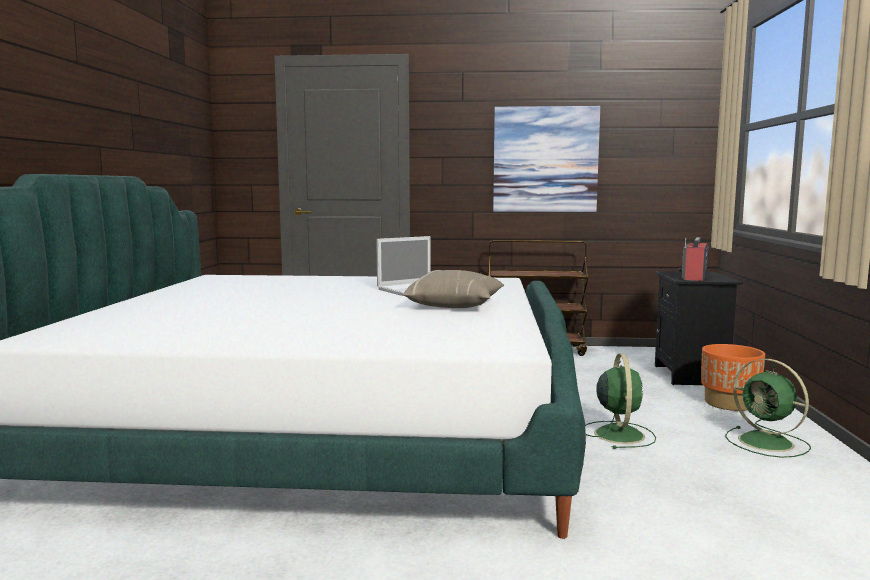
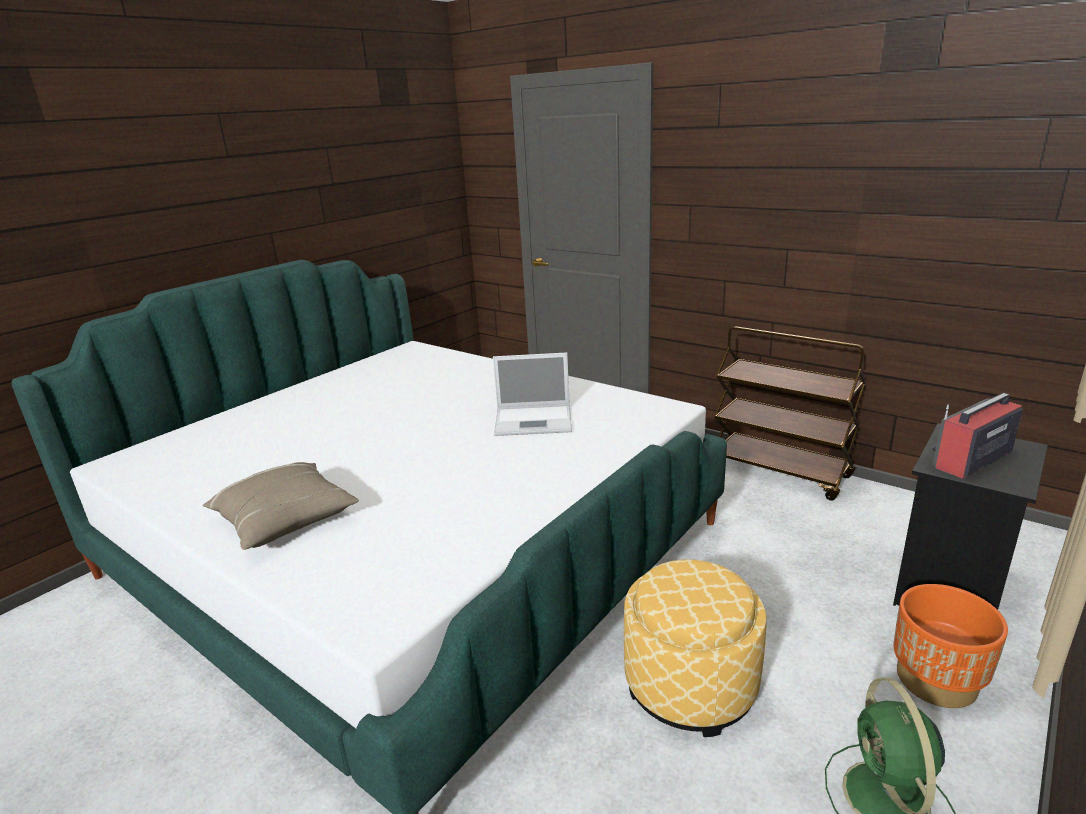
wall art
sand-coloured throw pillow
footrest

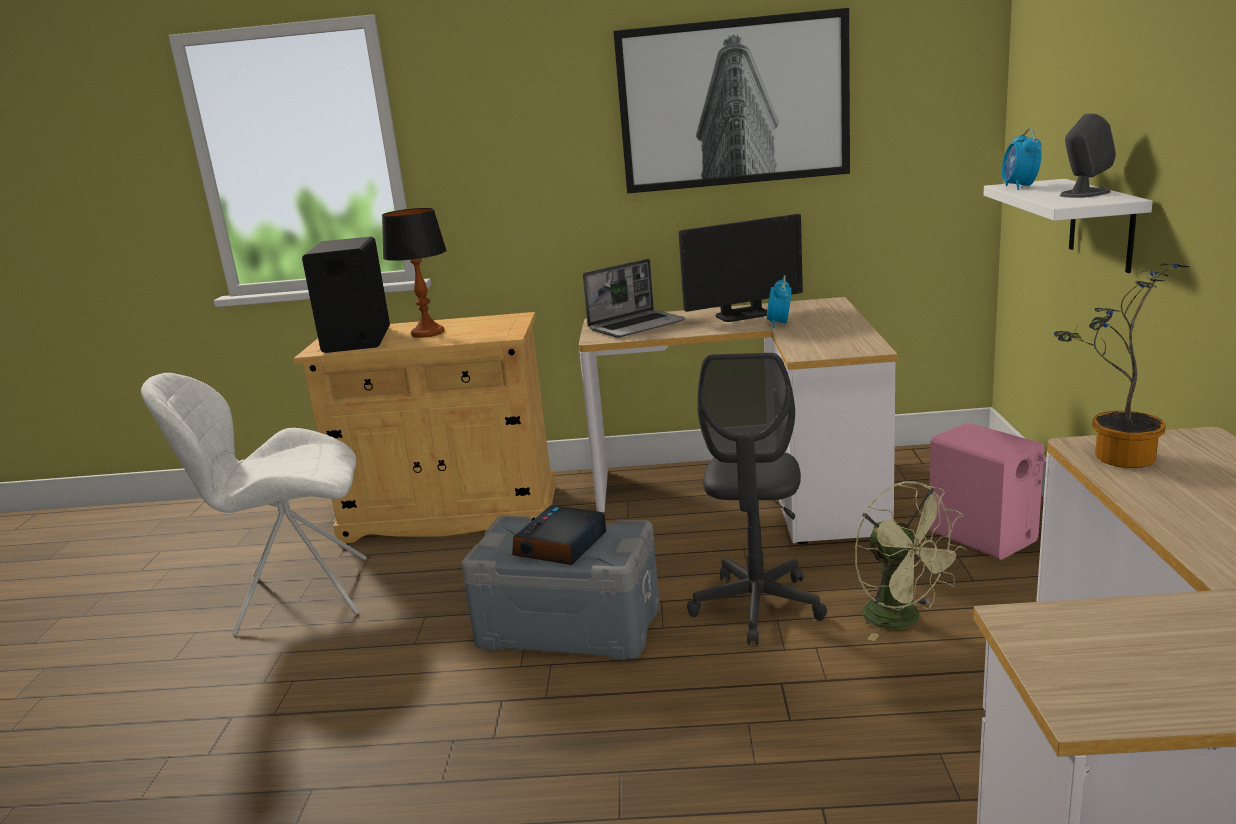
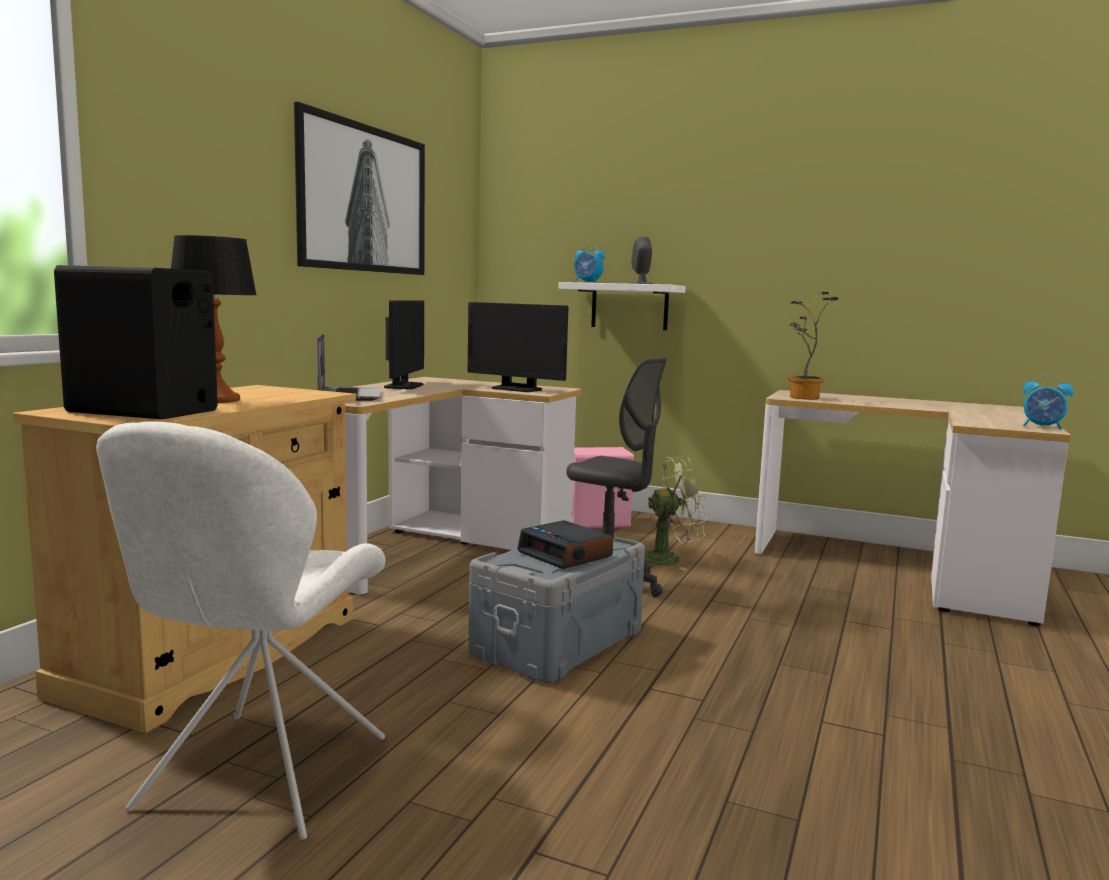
computer display (2nd from left)
table clock (3rd from left)

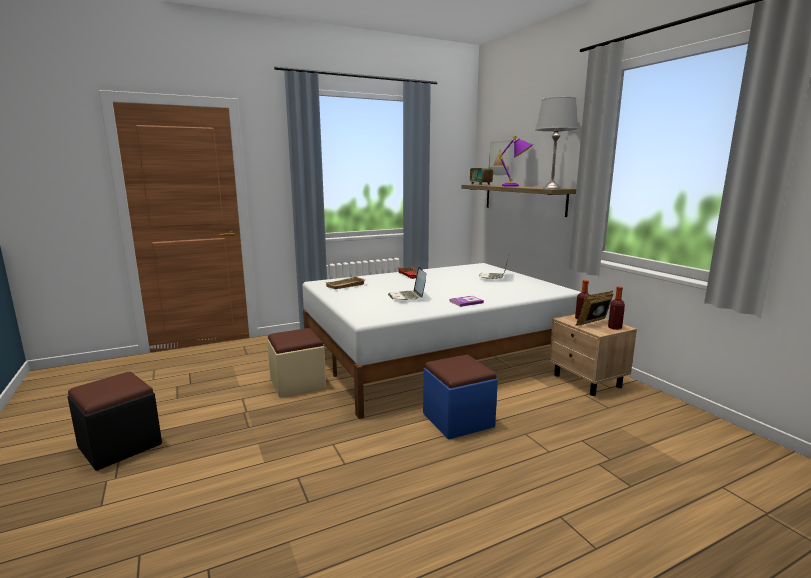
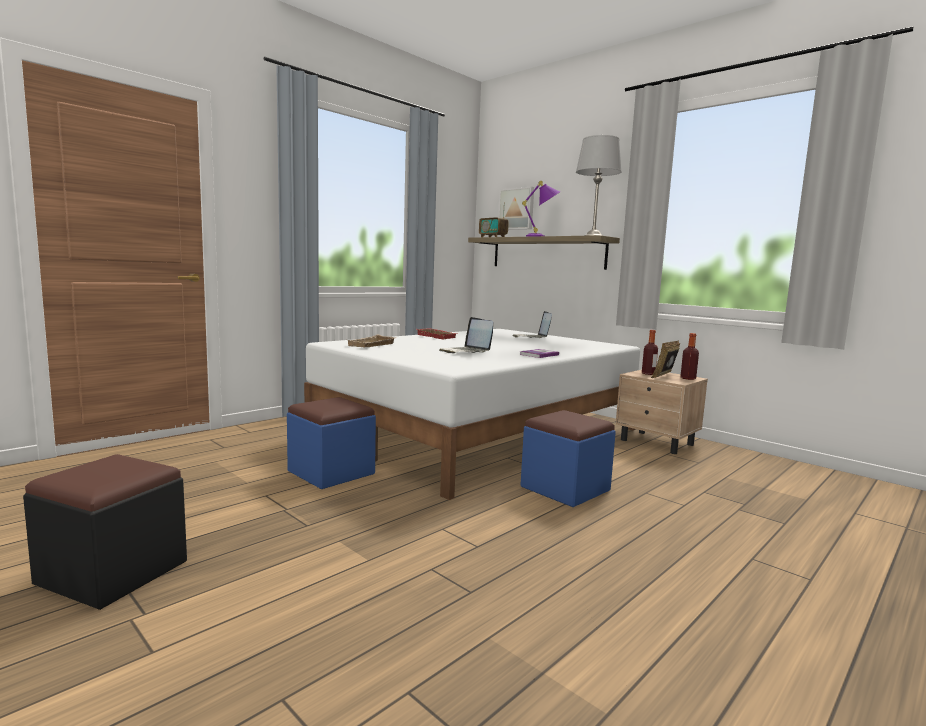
blue-coloured footrest (1st from left)

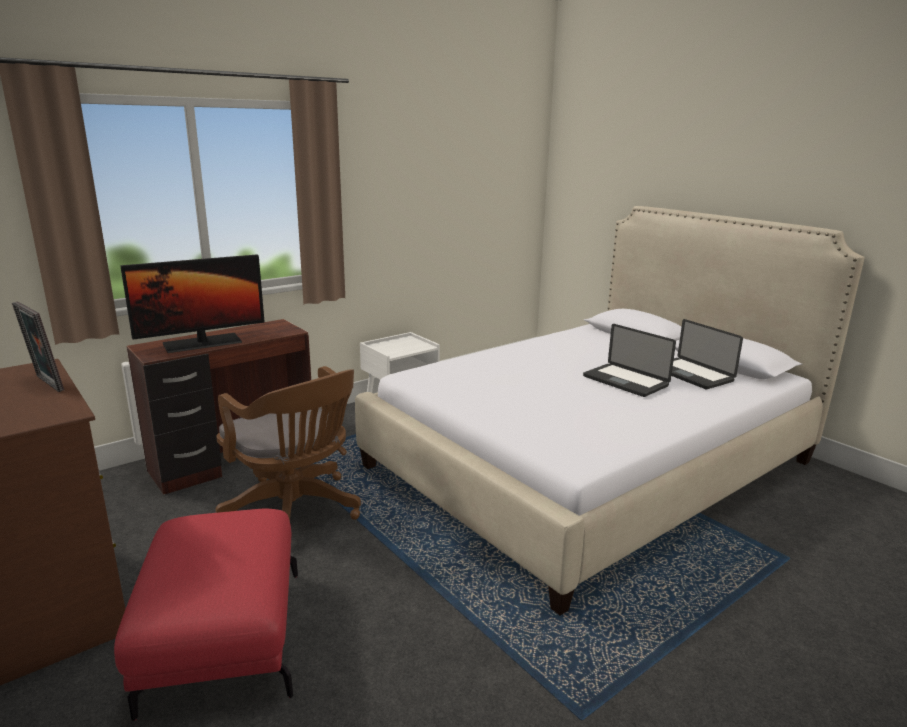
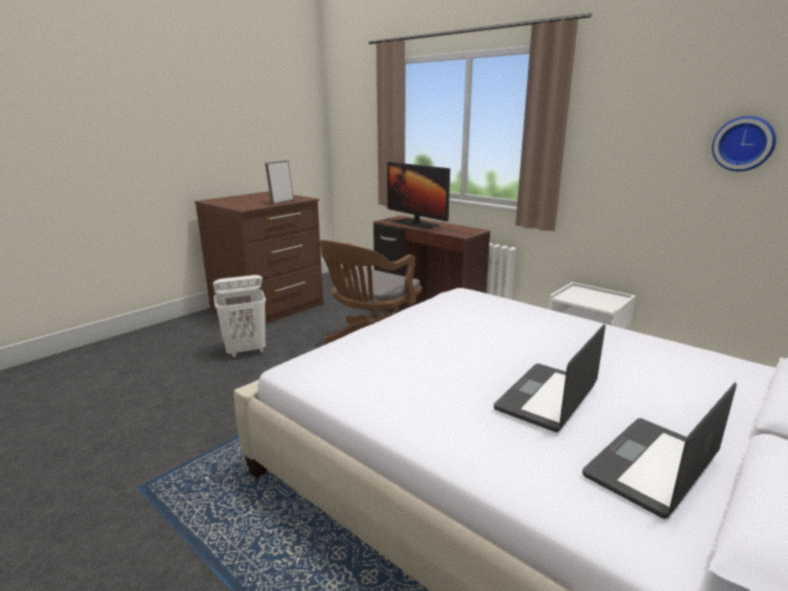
hanging clock
white laundry basket

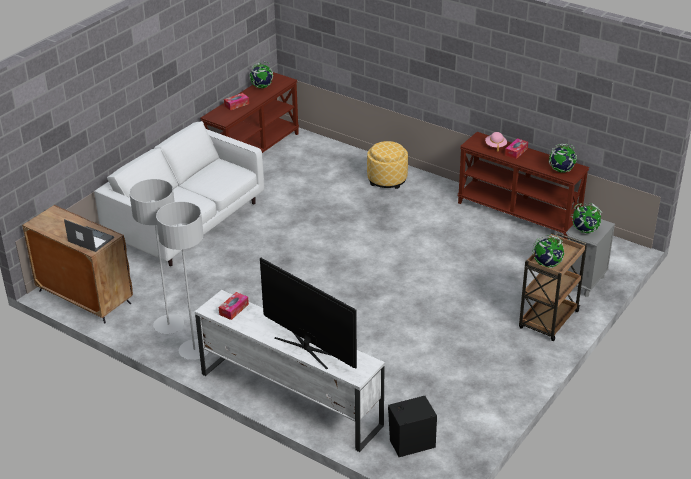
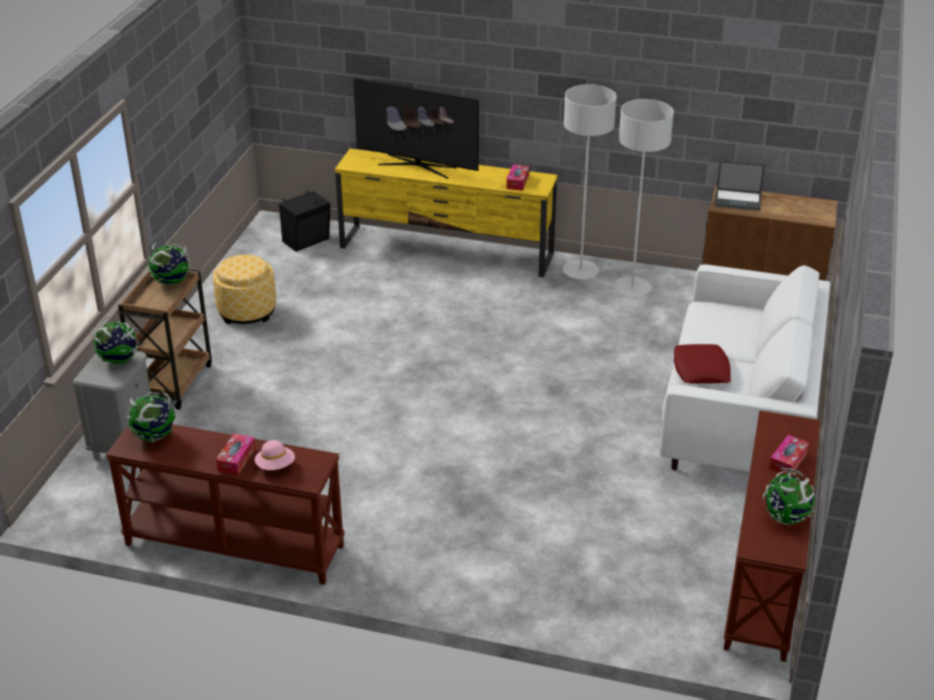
red-coloured throw pillow
footrest
yellow-coloured media console

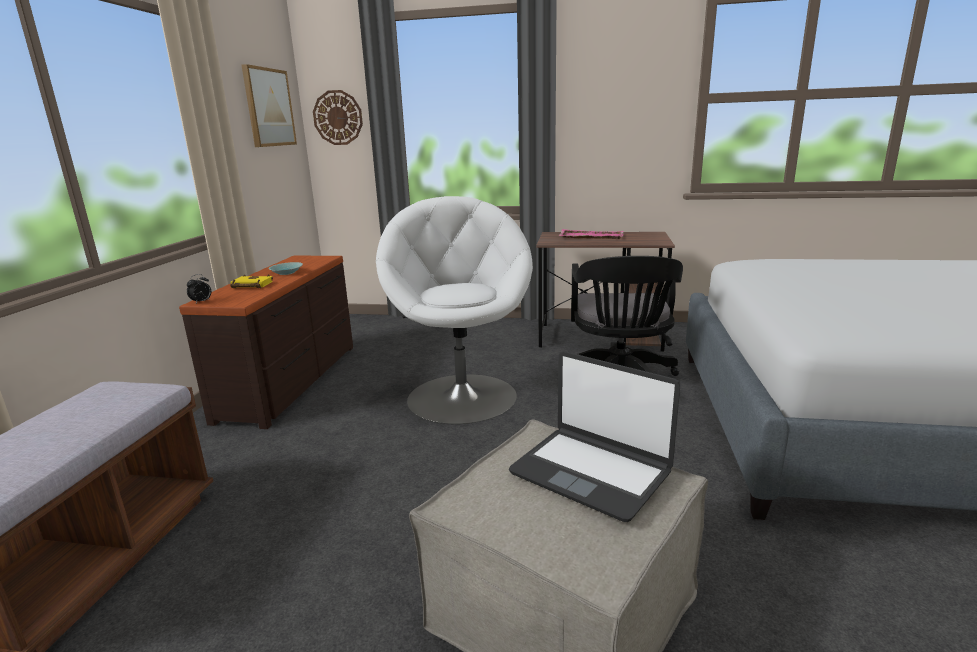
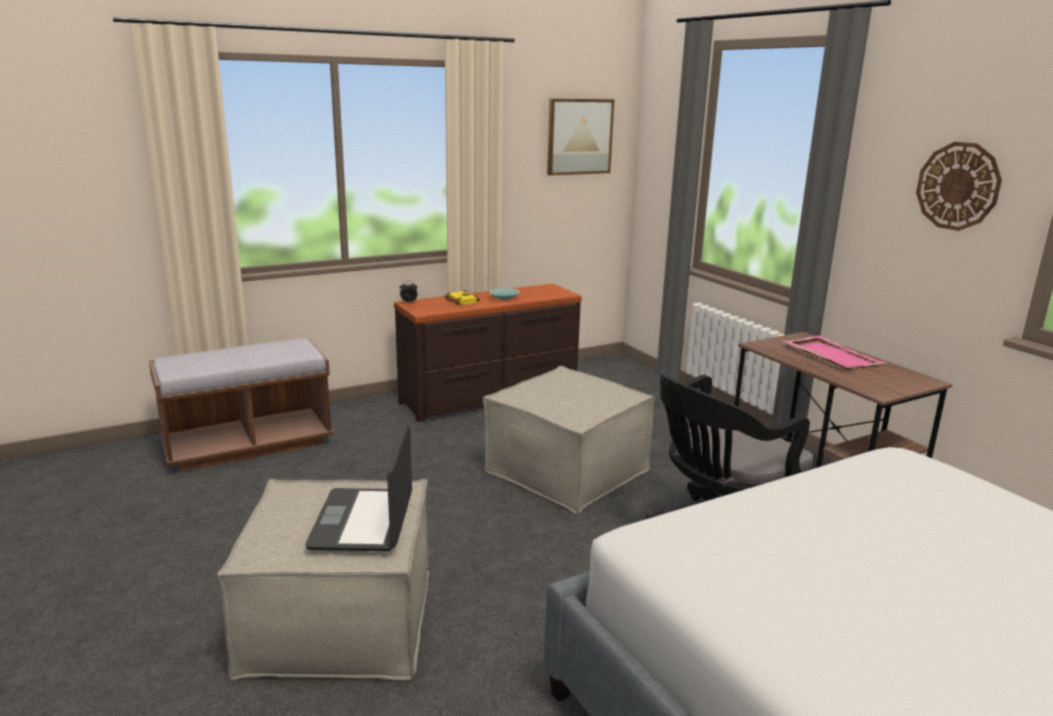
hanging clock
sand-coloured footrest (2nd from left)

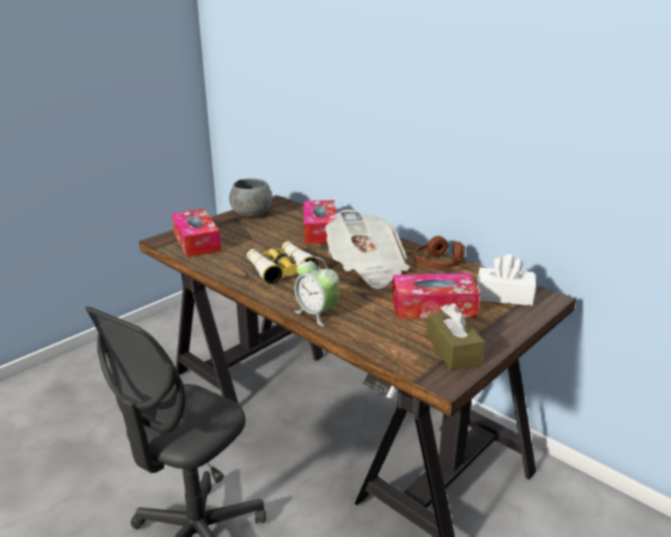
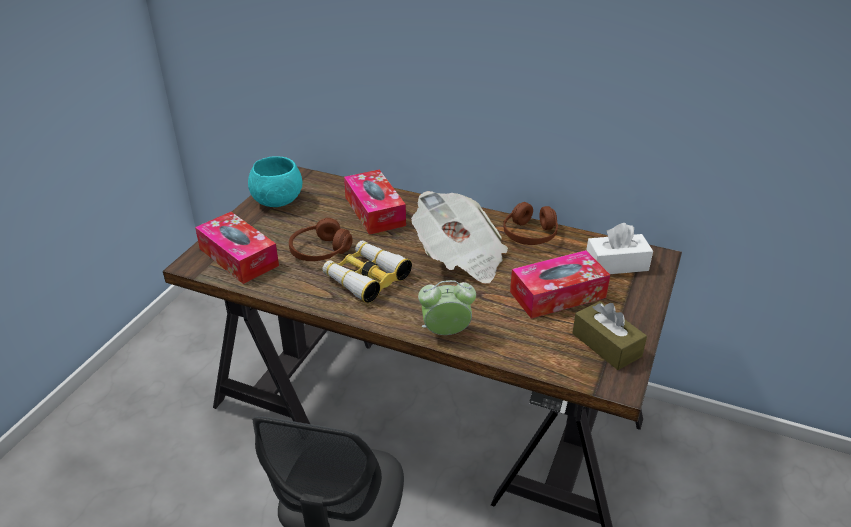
brownish pair of headphones (1st from left)
turquoise deep dish
table clock

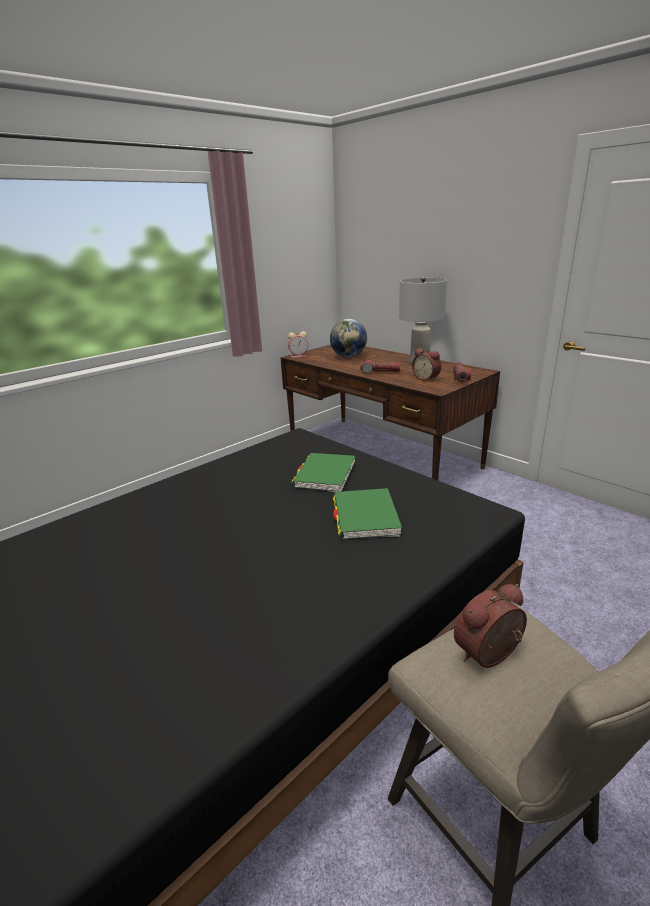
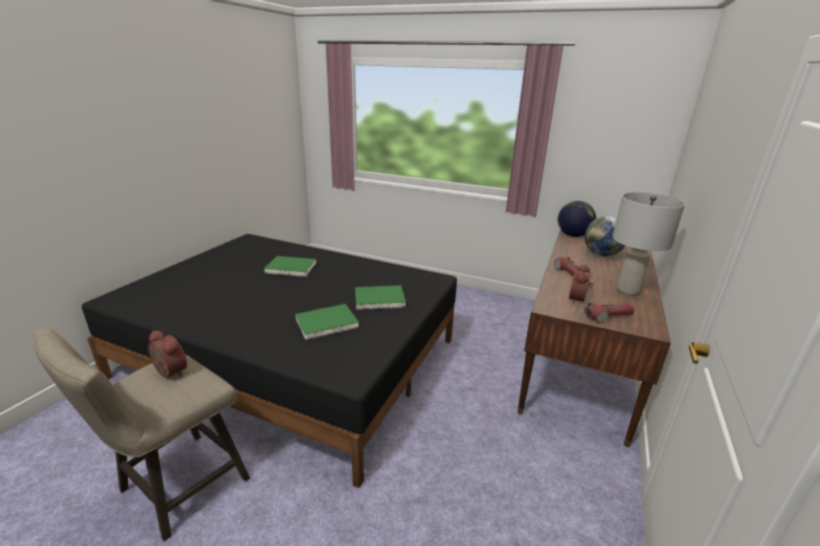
greenish bound book (1st from left)
desk globe (1st from left)

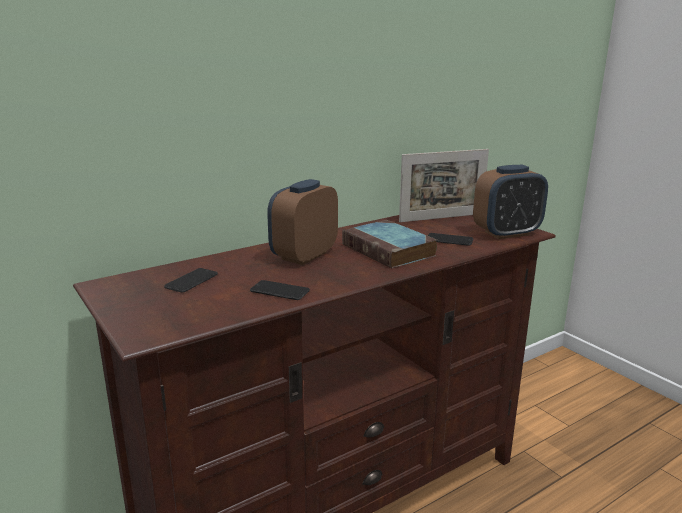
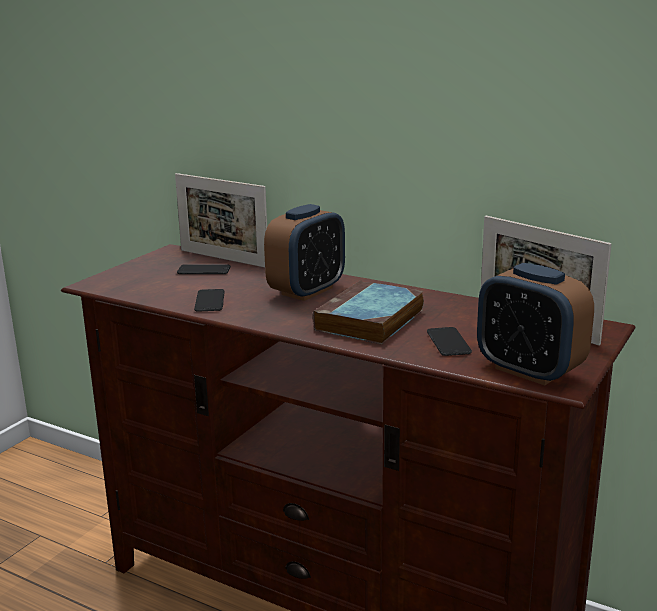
picture frame (1st from left)
table clock (1st from left)

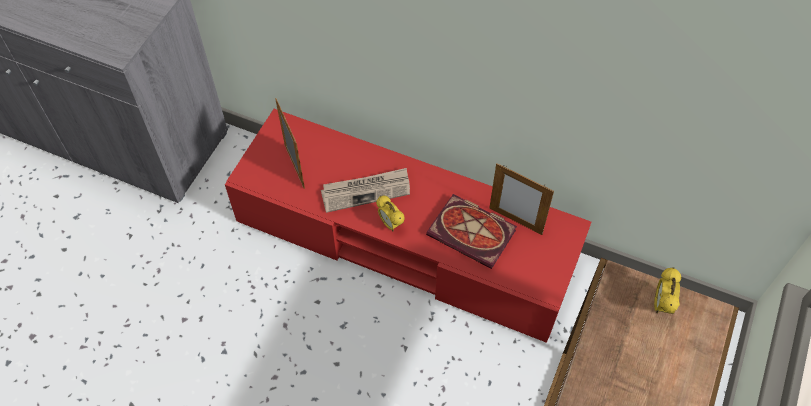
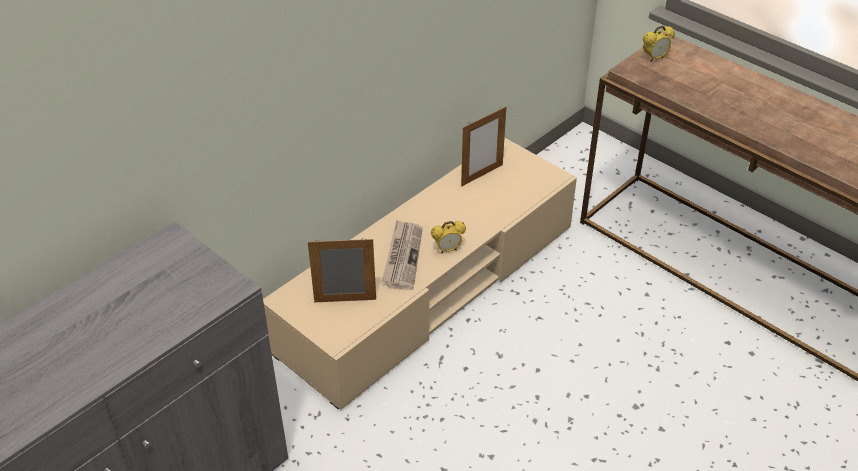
bound book
sand-coloured media console
table clock (2nd from left)

